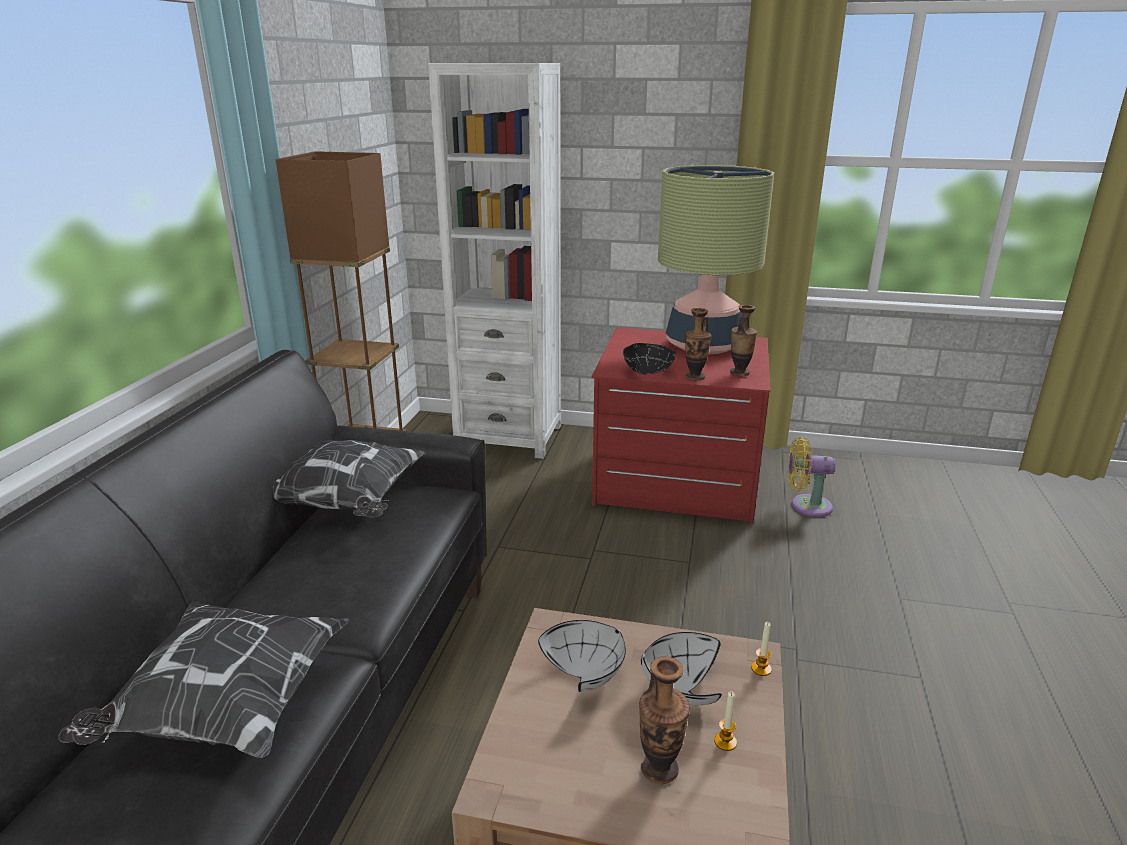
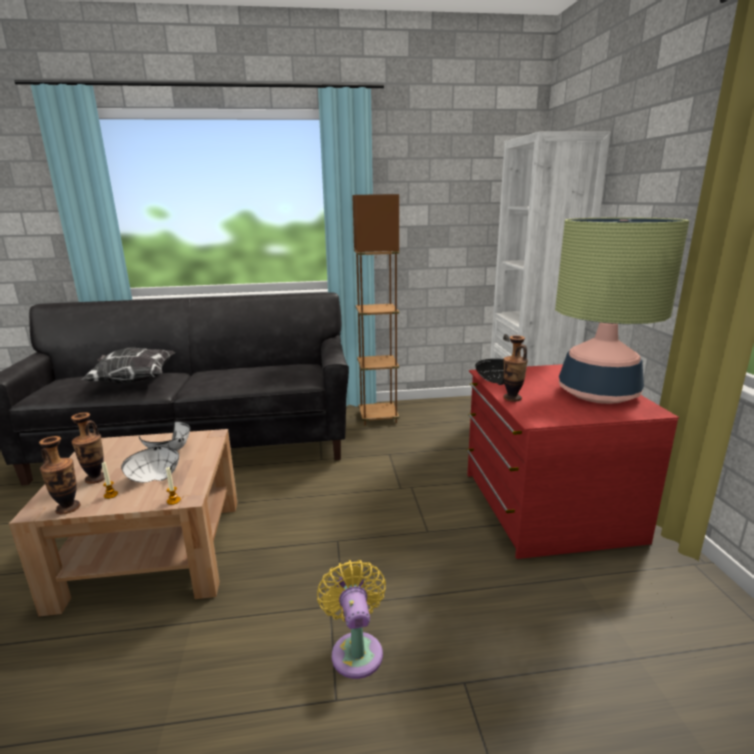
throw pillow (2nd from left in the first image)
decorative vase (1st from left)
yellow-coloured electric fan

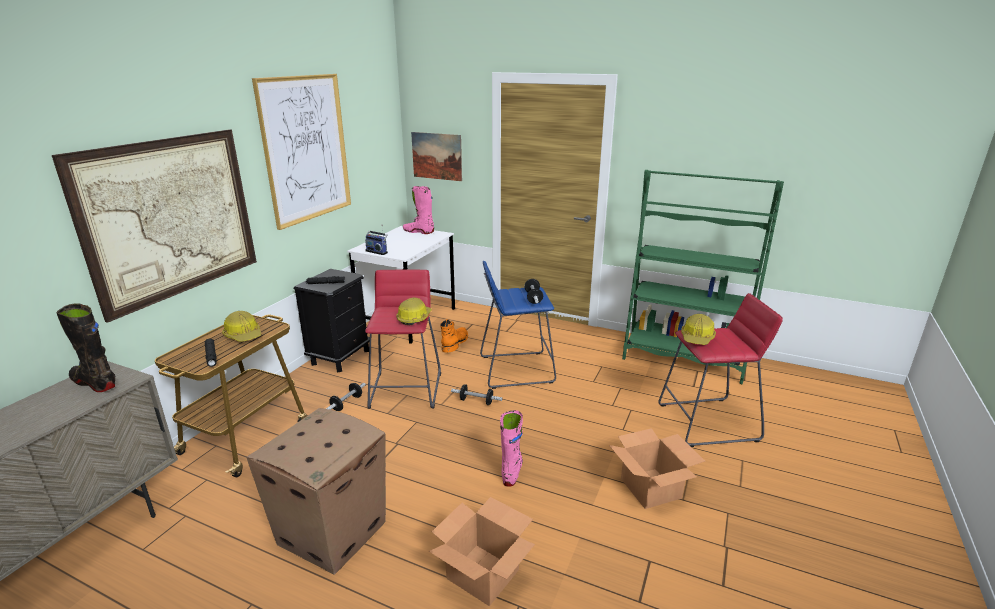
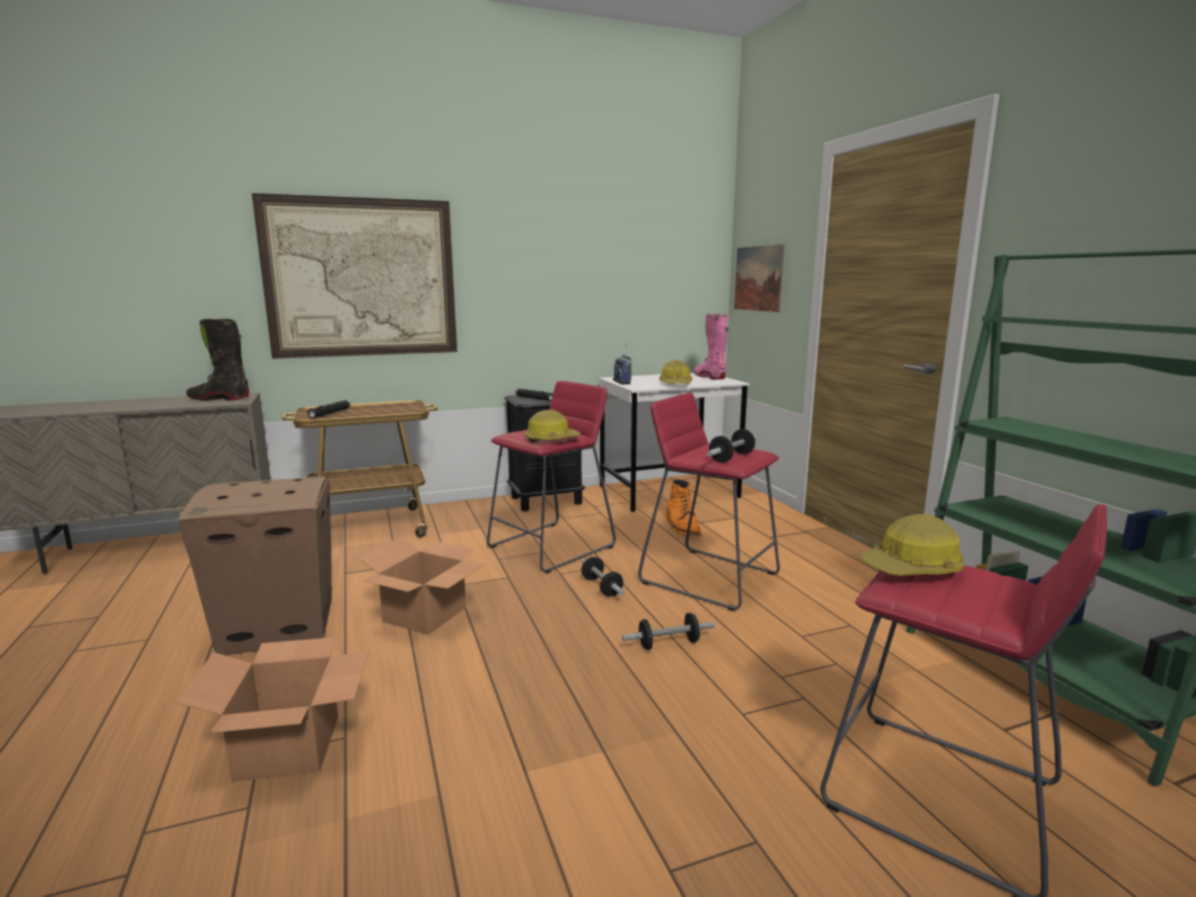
wall art (2nd from left in the first image)
pink-coloured boot (2nd from left in the first image)
work helmet (2nd from left)
hand weight (2nd from left)
cardboard box (3rd from left)
red-coloured stool seat (2nd from left)
black-coloured boot
orange-coloured boot

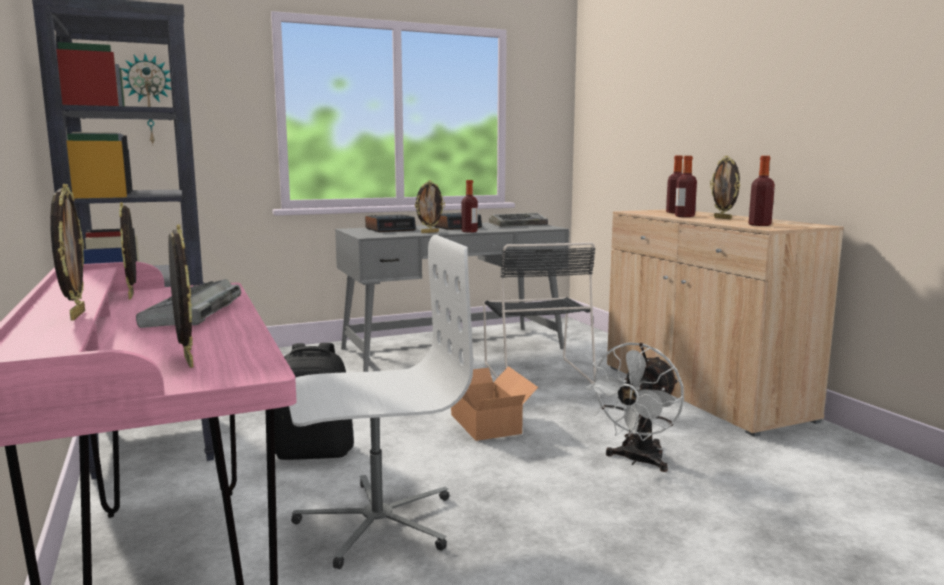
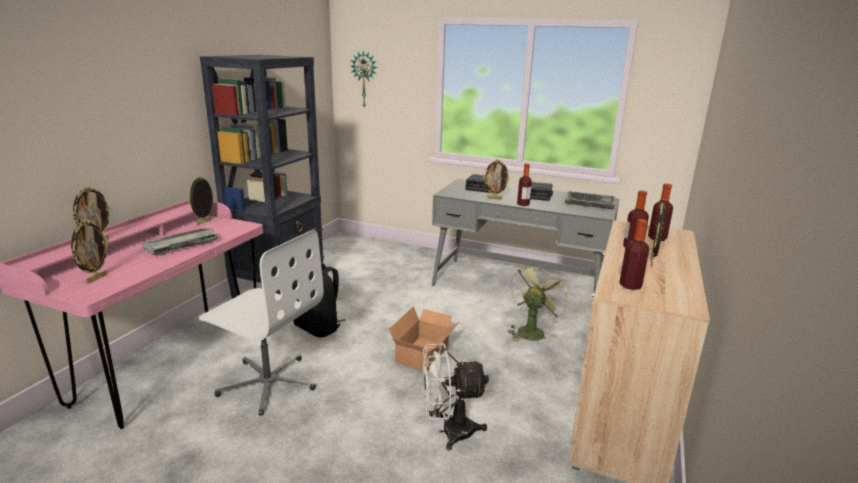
greenish electric fan

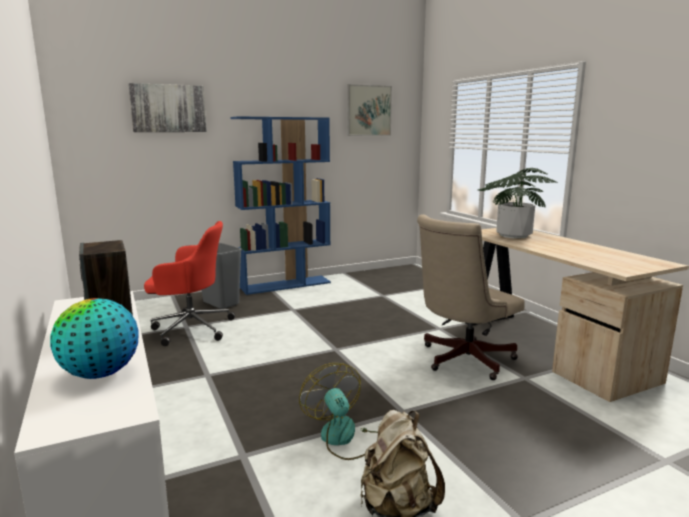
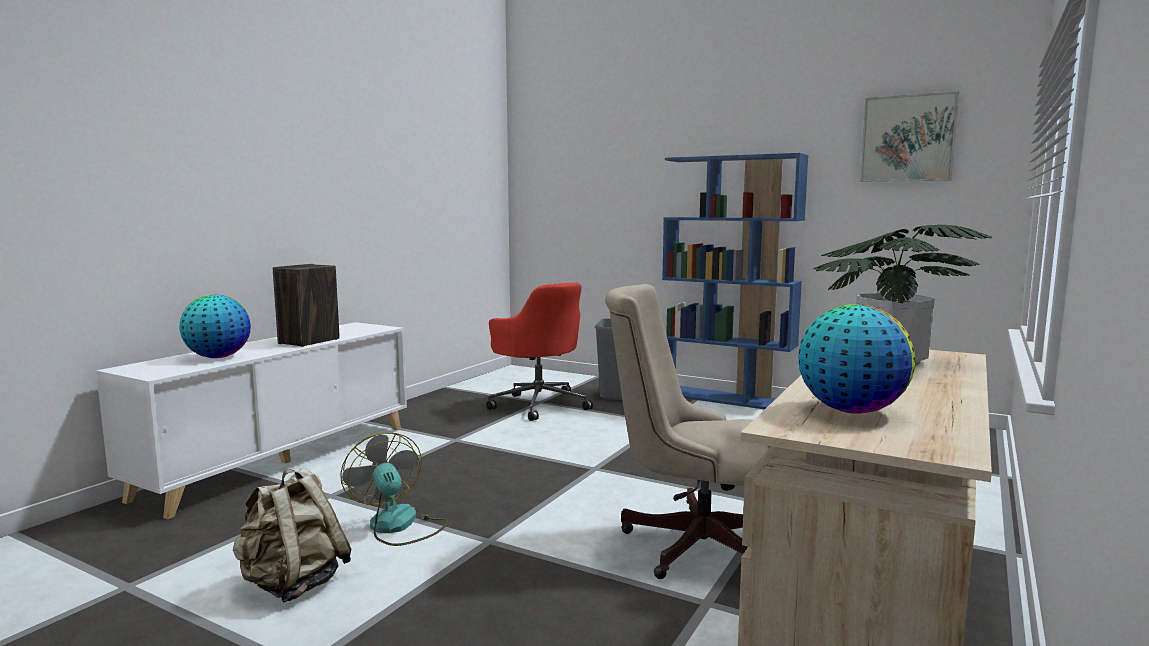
wall art (1st from left in the first image)
desk globe (2nd from left)
electric fan

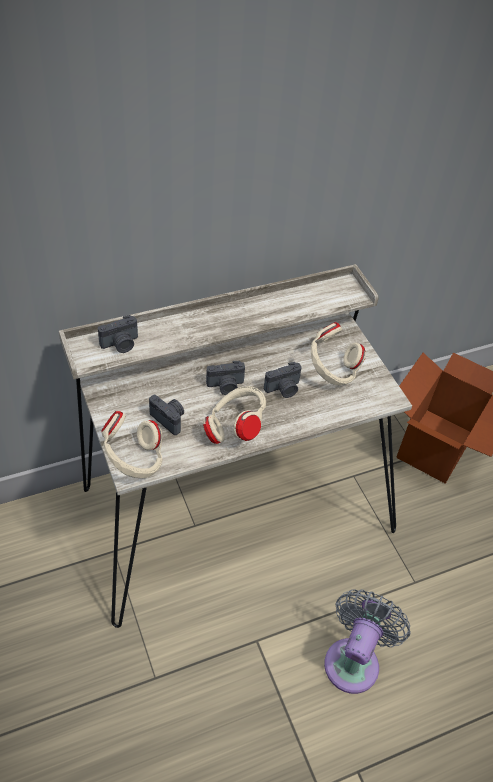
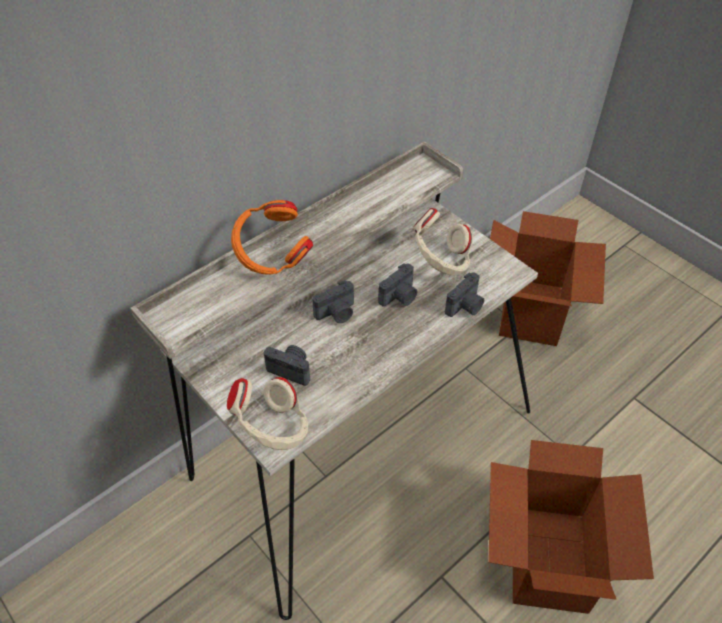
sand-coloured pair of headphones (2nd from left in the first image)
orange-coloured pair of headphones
photo camera (4th from left)
cardboard box (2nd from left)

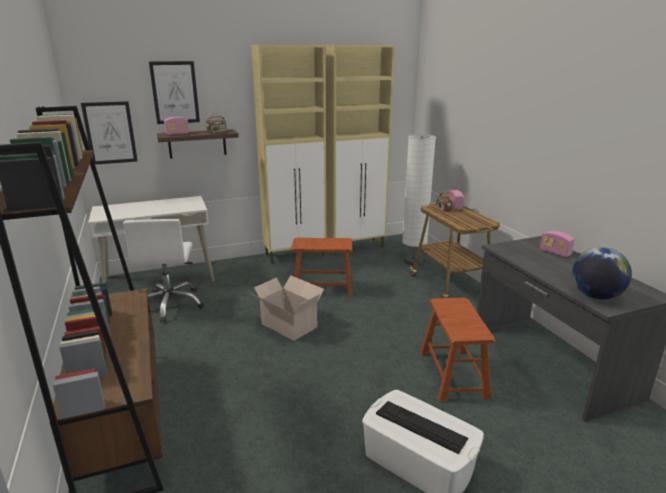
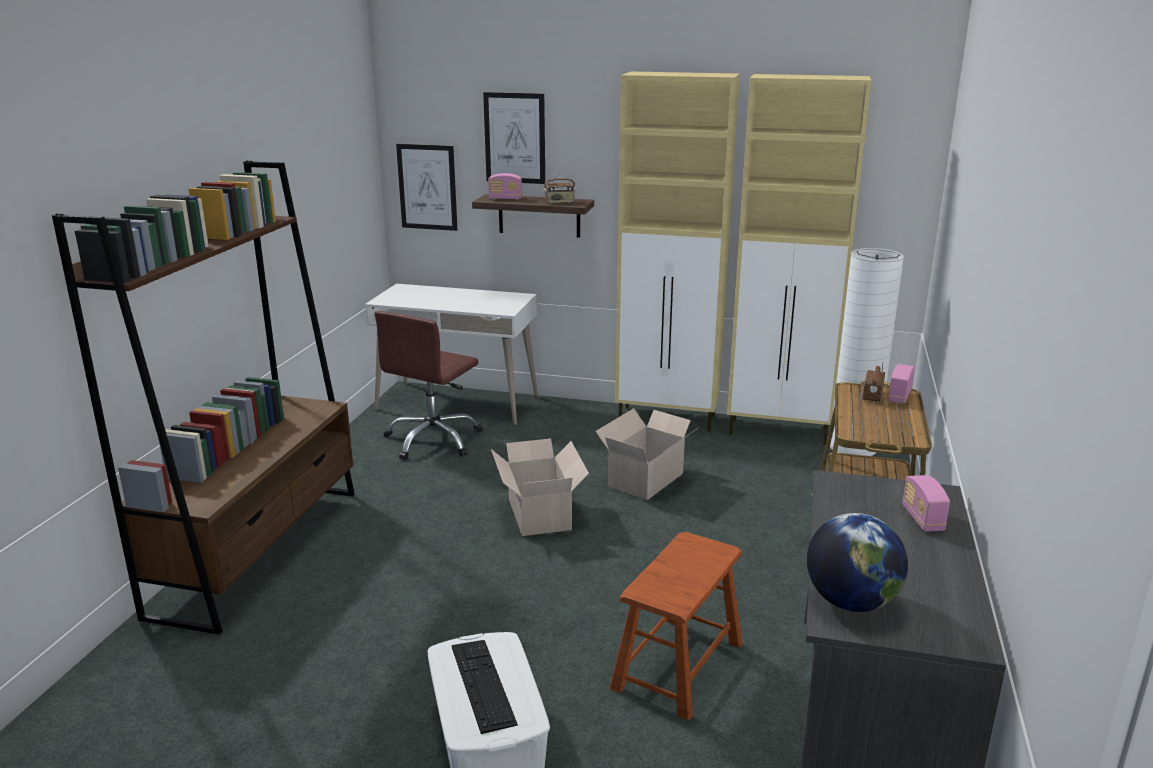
cardboard box (2nd from left)
brownish desk chair

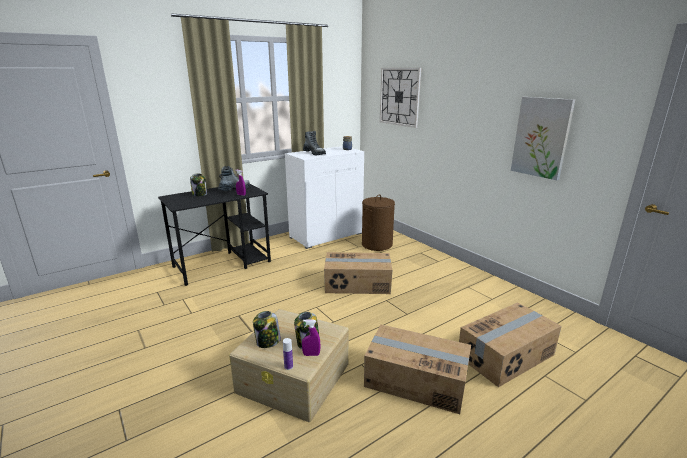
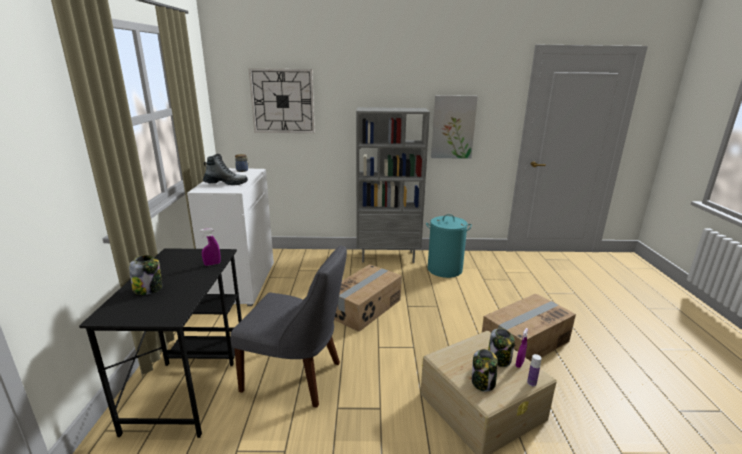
boot (1st from left in the first image)
brownish laundry basket
cardboard box (3rd from left in the first image)
gray chair
gray bookcase
turquoise laundry basket

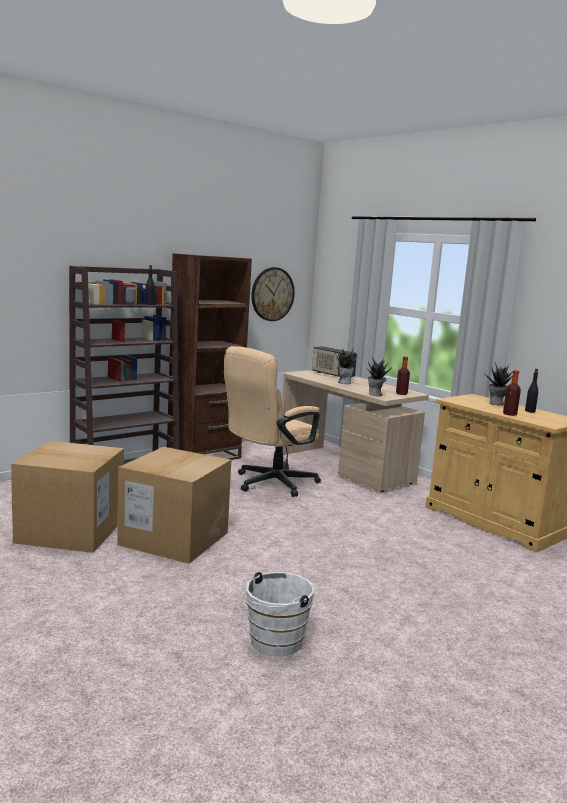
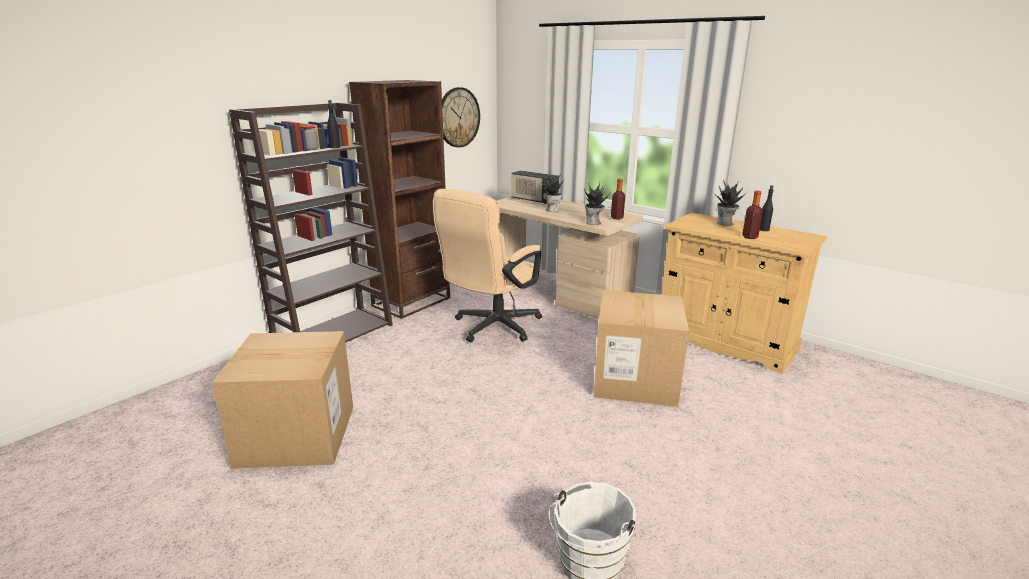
cardboard box (2nd from left)

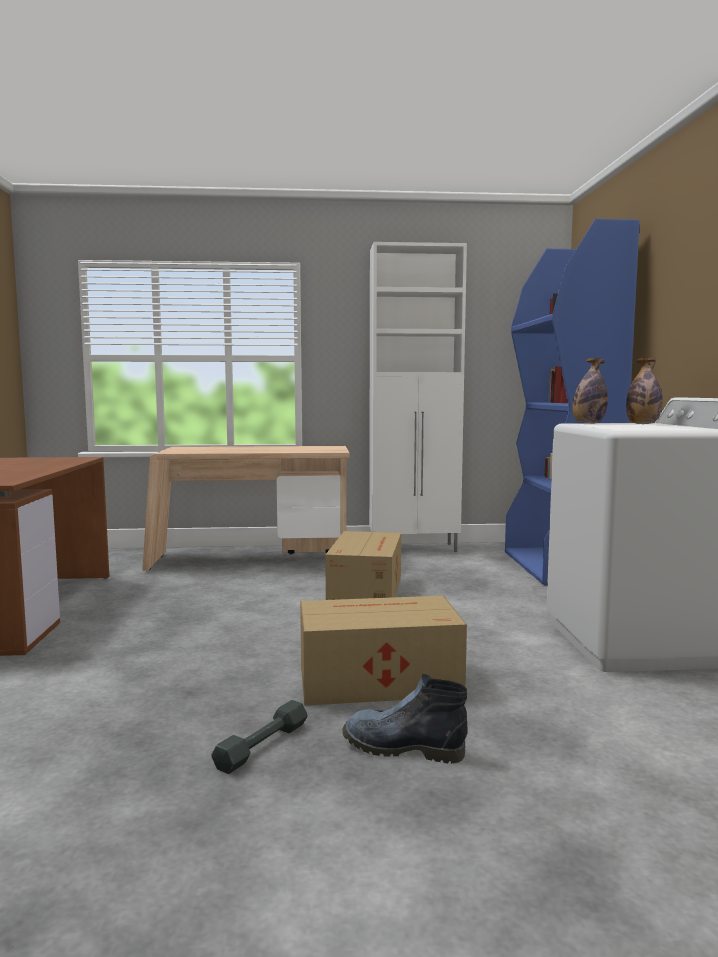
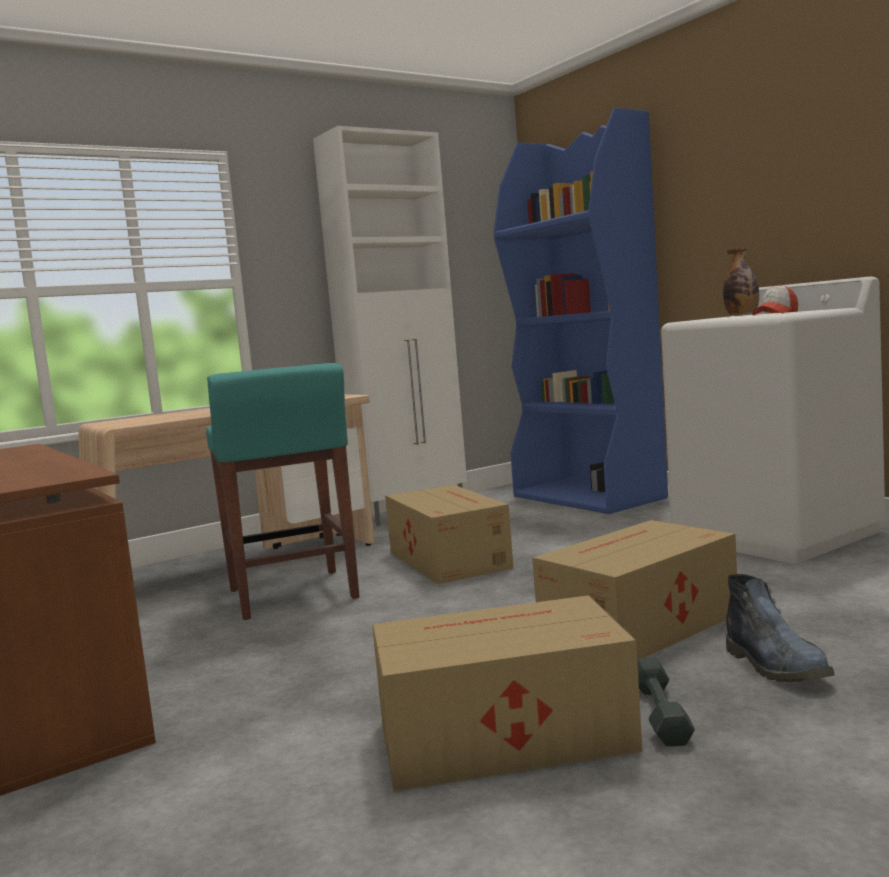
beverage bottle (1st from left in the first image)
turquoise stool seat
cardboard box (2nd from left)
baseball cap
boot

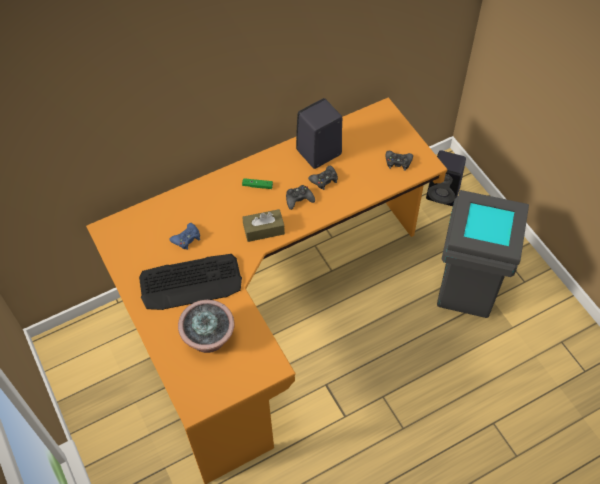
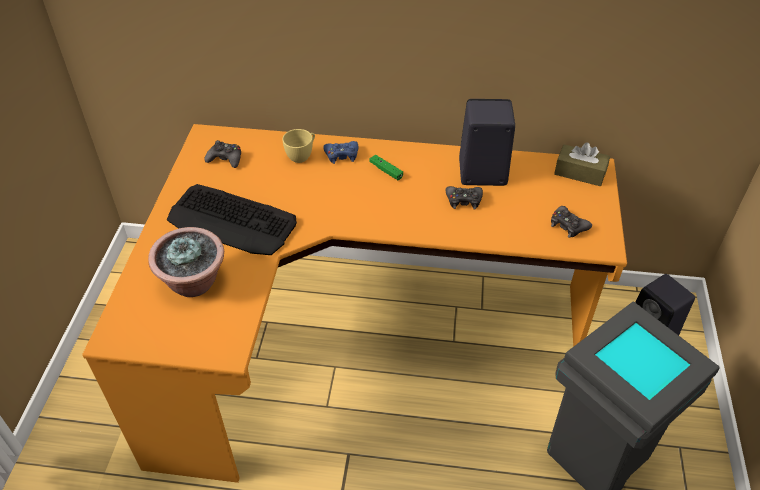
yellow-coloured drinking cup
blue-coloured joypad
brownish tissue holder
black-coloured joypad (1st from left)

